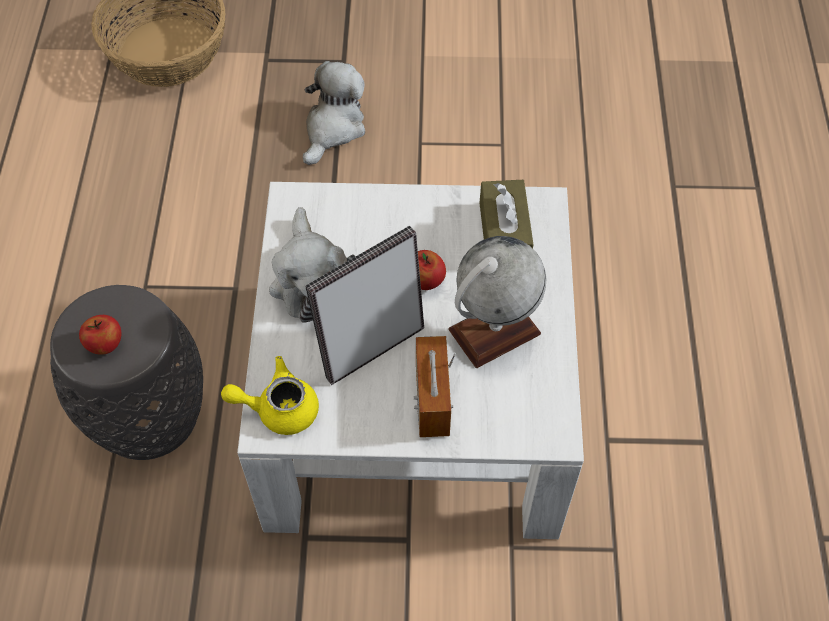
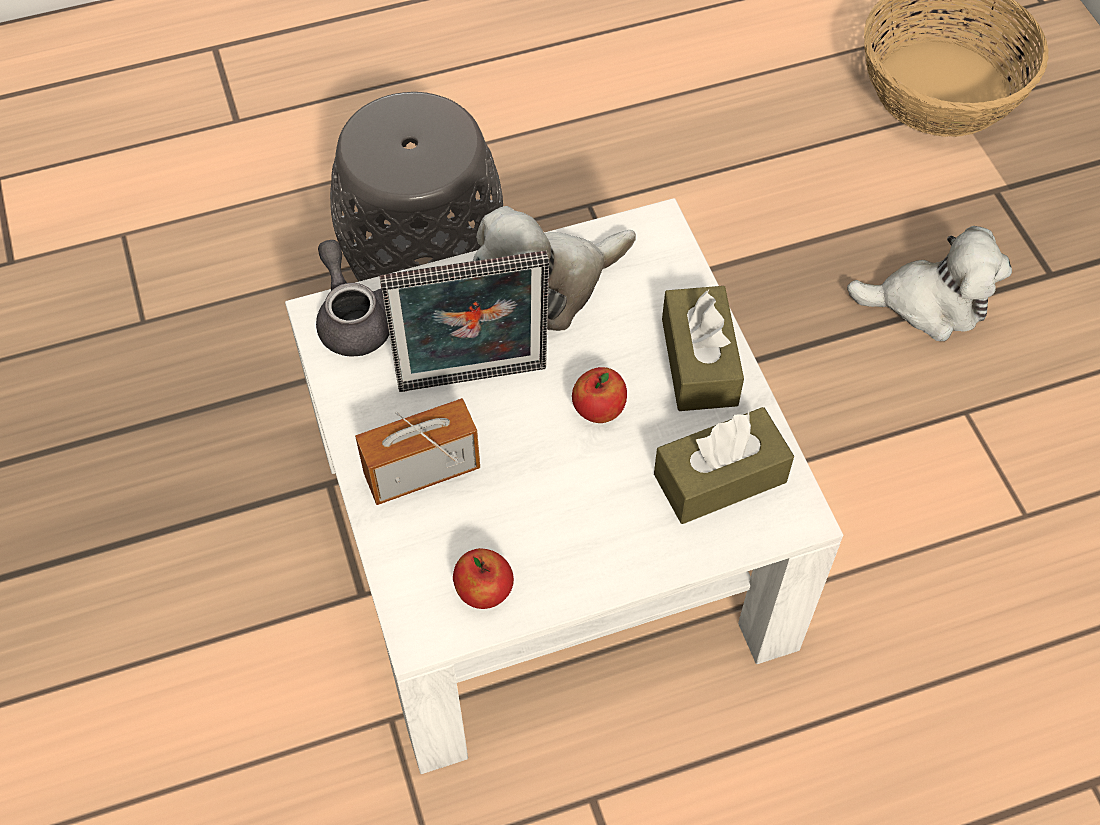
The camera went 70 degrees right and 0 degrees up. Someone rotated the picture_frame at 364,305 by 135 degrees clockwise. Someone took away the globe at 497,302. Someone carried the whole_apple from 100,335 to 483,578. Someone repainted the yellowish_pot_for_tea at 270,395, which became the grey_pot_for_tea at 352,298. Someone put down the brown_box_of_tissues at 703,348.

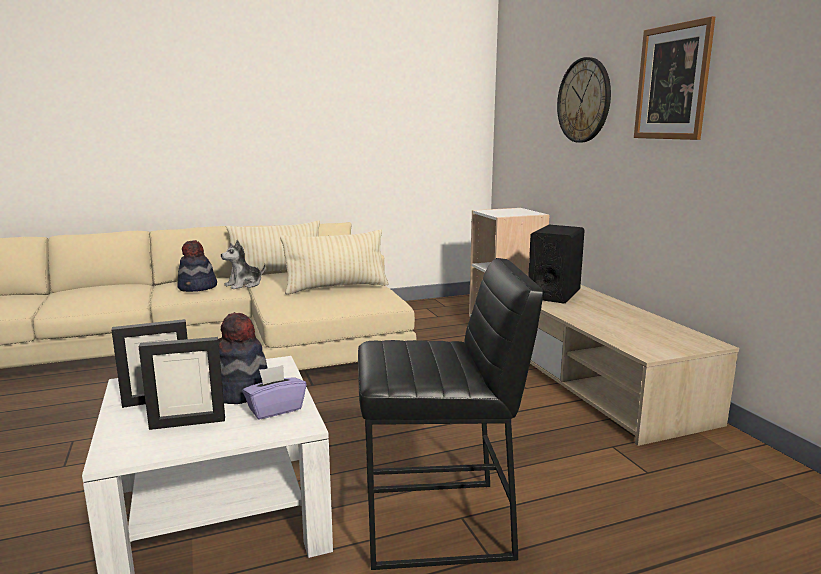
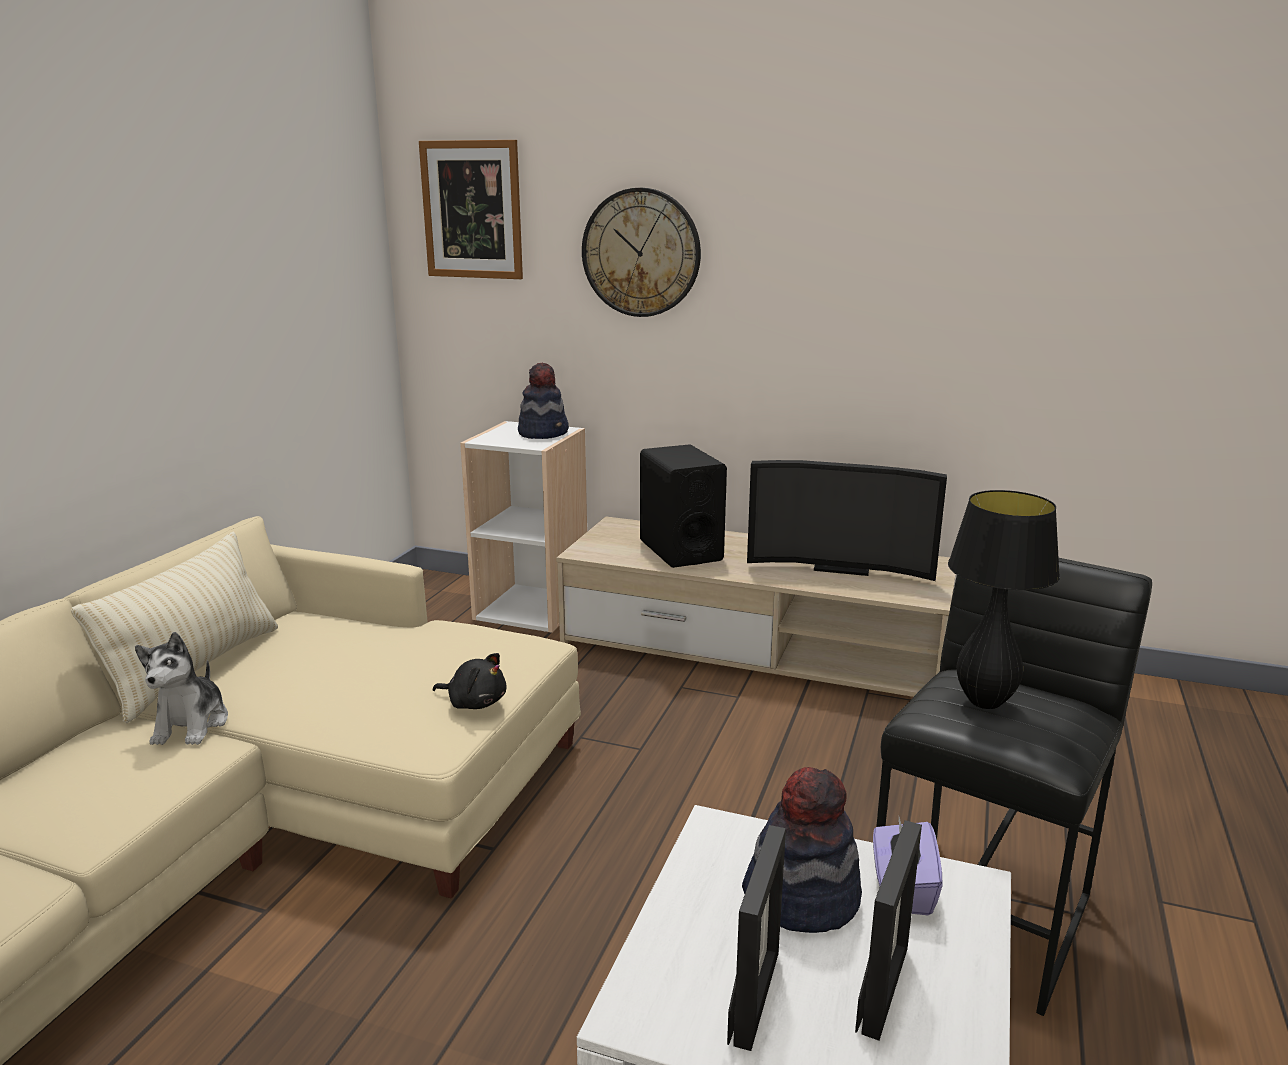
The camera went 50 degrees left and 5 degrees up. Someone carried the picture from 674,78 to 471,209. Someone took away the beige-coloured_throw_pillow at 334,262. Someone carried the clothing_hat from 197,266 to 543,400. Someone put down the TV at 847,520. Someone put down the black-coloured_lamp_for_a_table at 1004,599. Someone put down the black-coloured_cuddly_toy at 469,681.

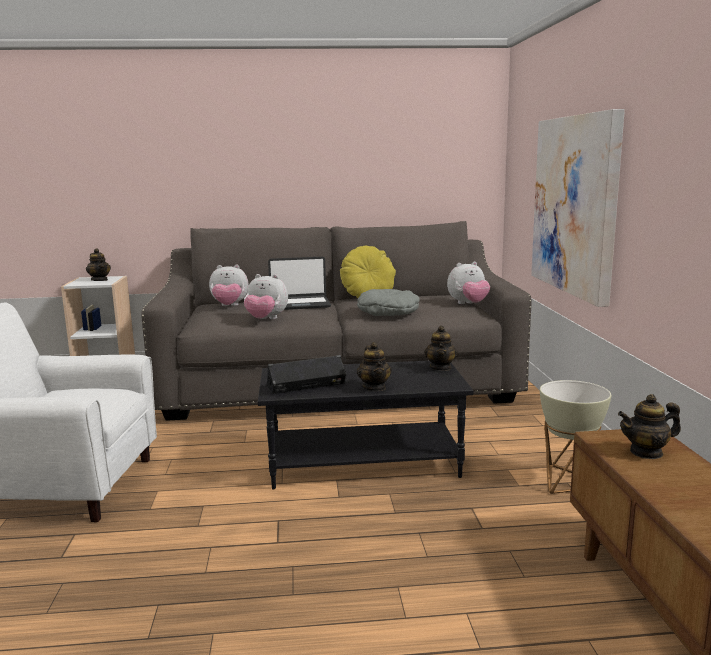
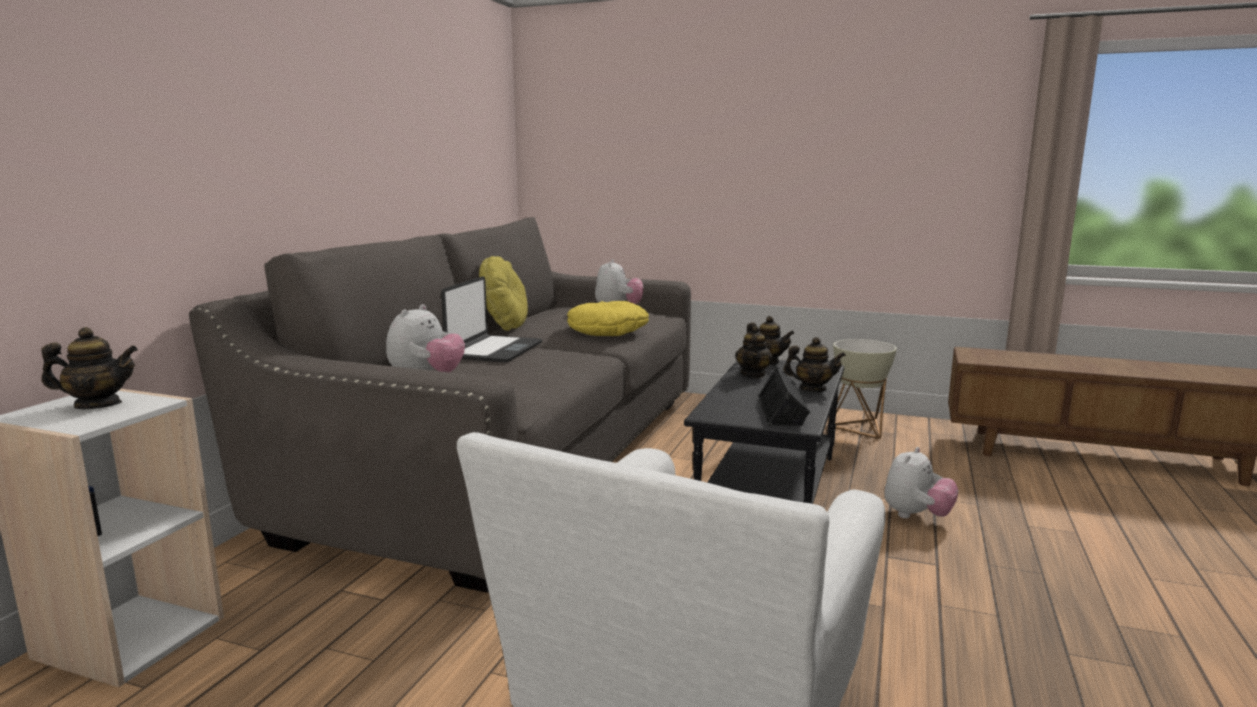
The camera went 65 degrees left and 0 degrees up. Someone took away the picture at 578,208. Someone carried the cuddly_toy from 266,296 to 921,482. Someone repainted the grey_throw_pillow at 388,302, which became the yellowish_throw_pillow at 608,318. Someone carried the pot_for_tea from 649,426 to 754,352.

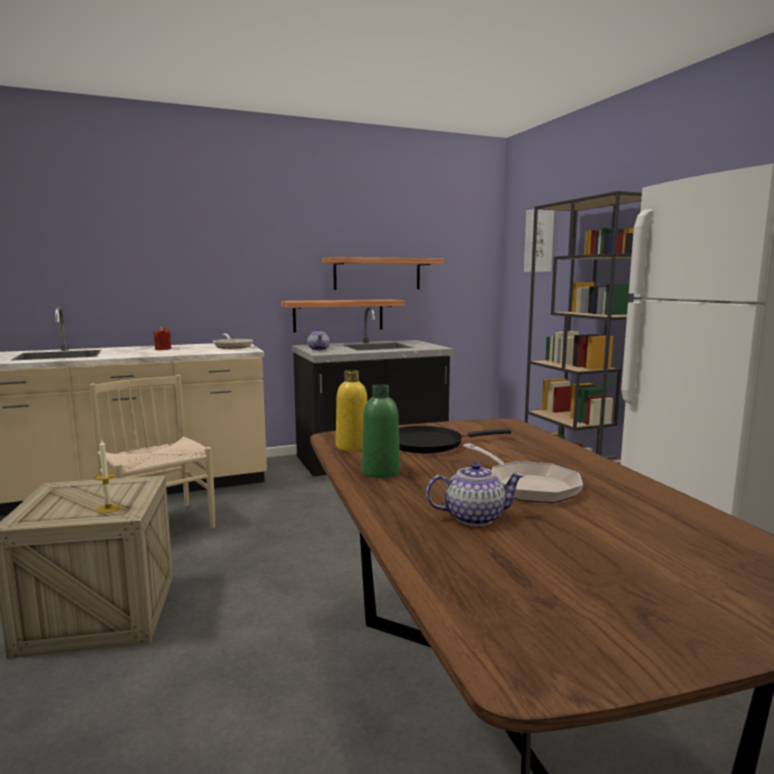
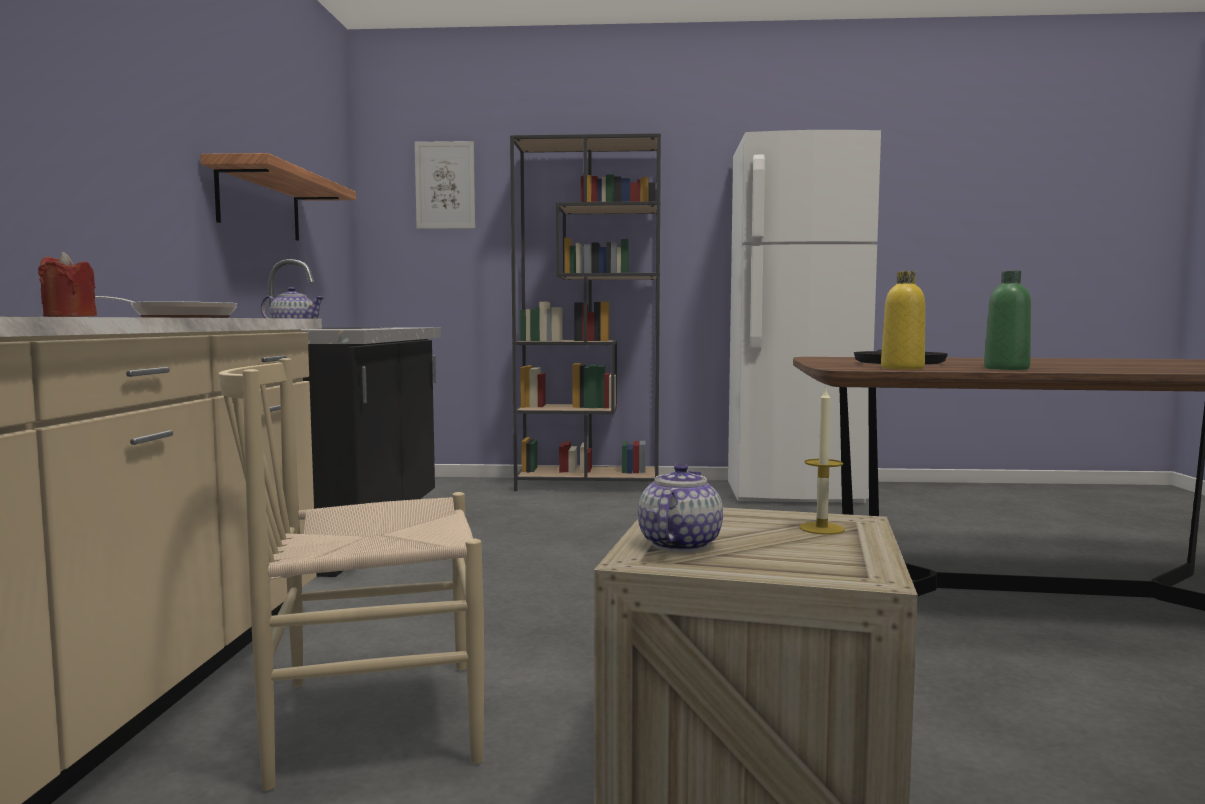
The camera went 65 degrees left and 5 degrees down. Someone took away the bracket_shelf at 343,316. Someone took away the skillet at 523,473. Someone carried the pot_for_tea from 475,494 to 680,507.

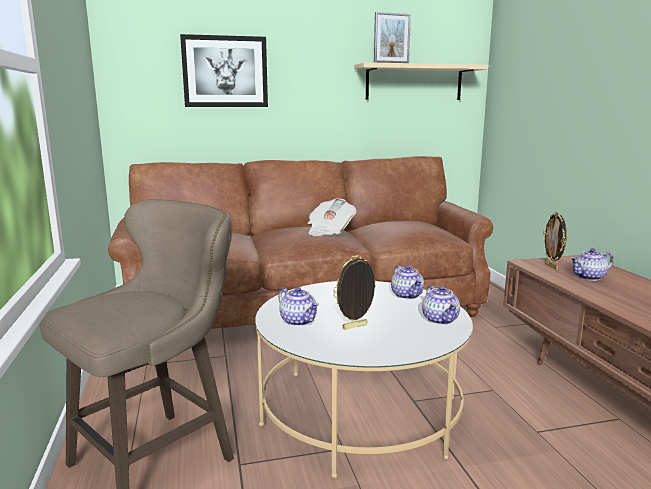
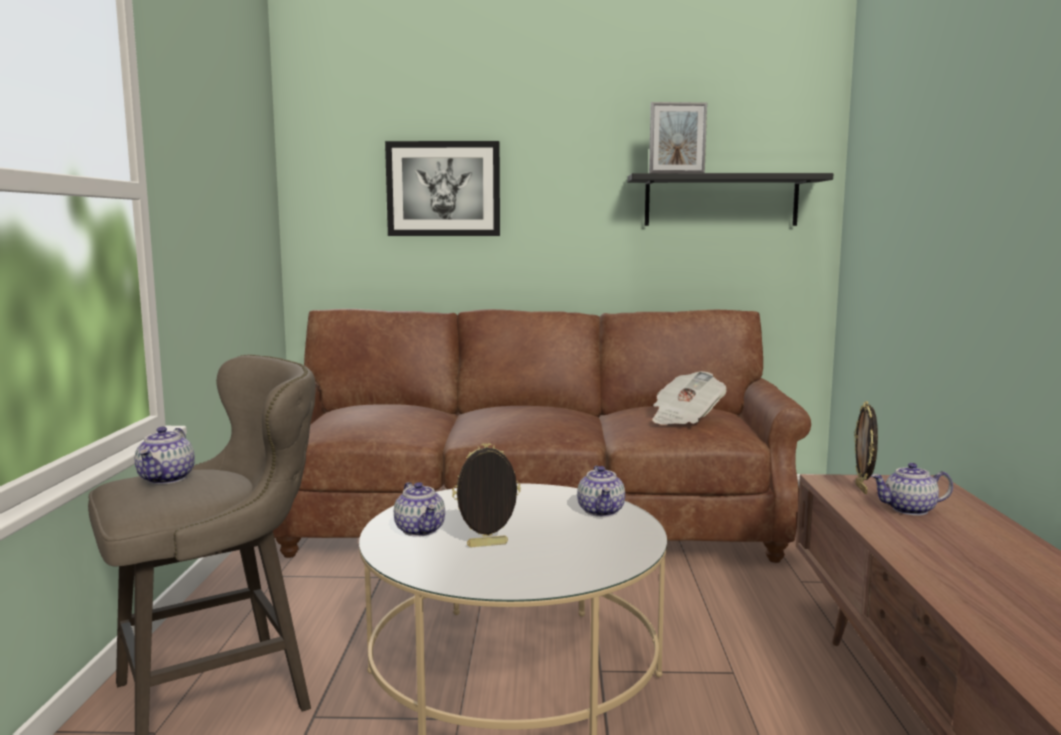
The camera went 15 degrees right and 5 degrees down. Someone repainted the beige-coloured_bracket_shelf at 421,81, which became the black-coloured_bracket_shelf at 730,199. Someone carried the printed_paper from 332,217 to 689,398. Someone carried the pot_for_tea from 441,305 to 165,455.

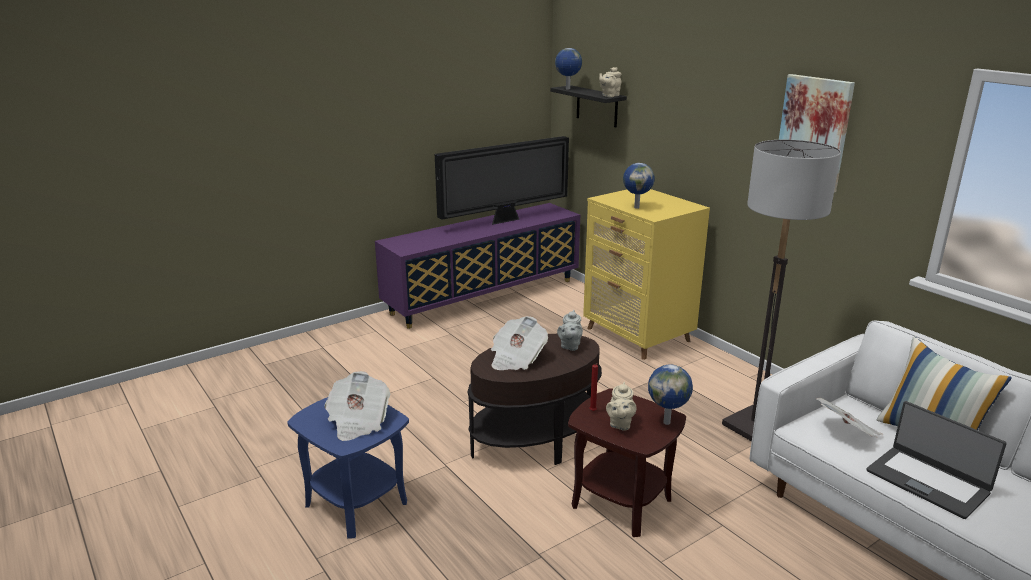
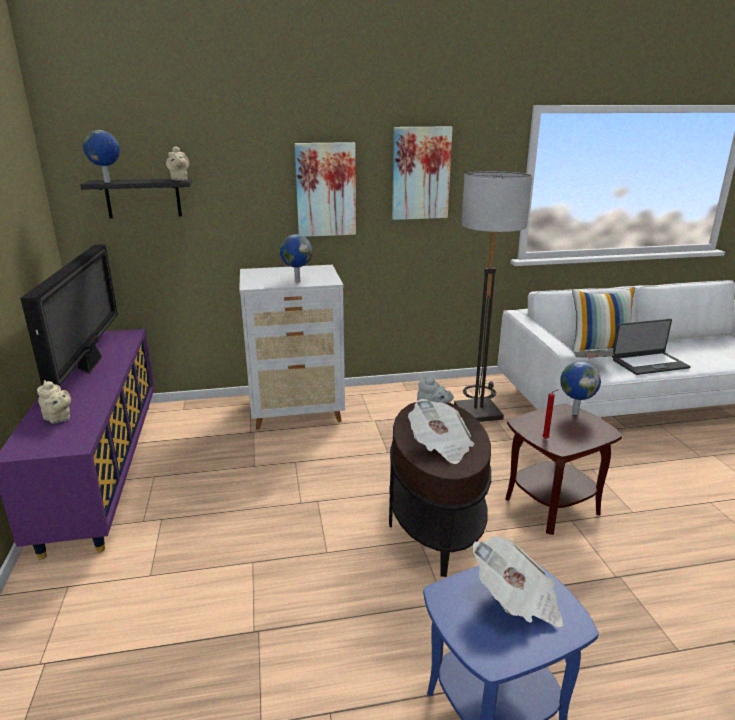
The camera went 65 degrees left and 0 degrees up. Someone repainted the yellowish_chest_of_drawers at 646,274, which became the white-coloured_chest_of_drawers at 292,347. Someone carried the beige-coloured_pot_for_tea from 621,406 to 54,402. Someone put up the picture at 325,189.

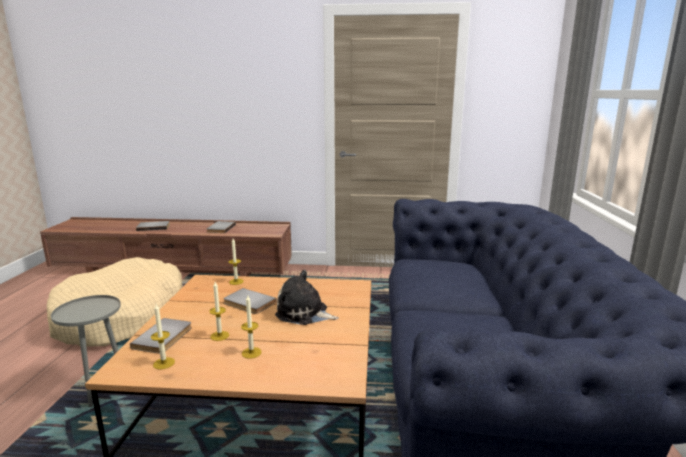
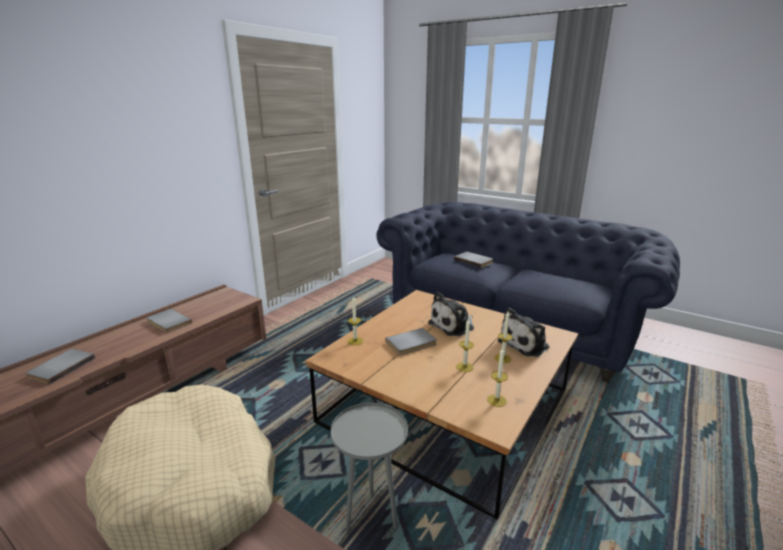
The camera went 60 degrees left and 5 degrees up. Someone carried the grey_volume from 161,336 to 473,260. Someone put down the cuddly_toy at 523,332.

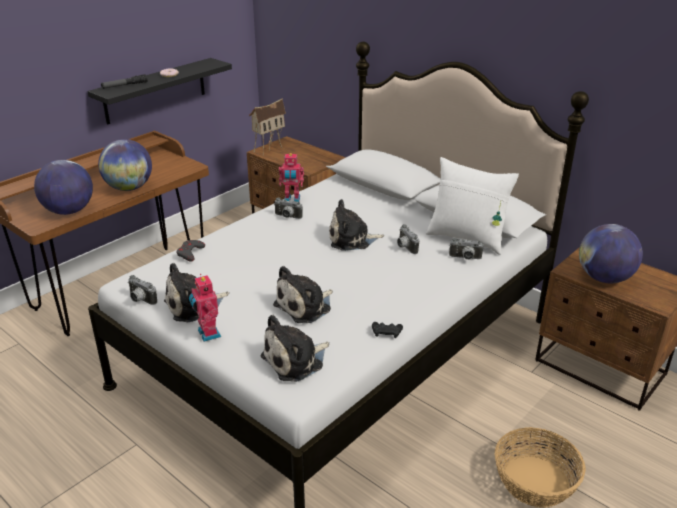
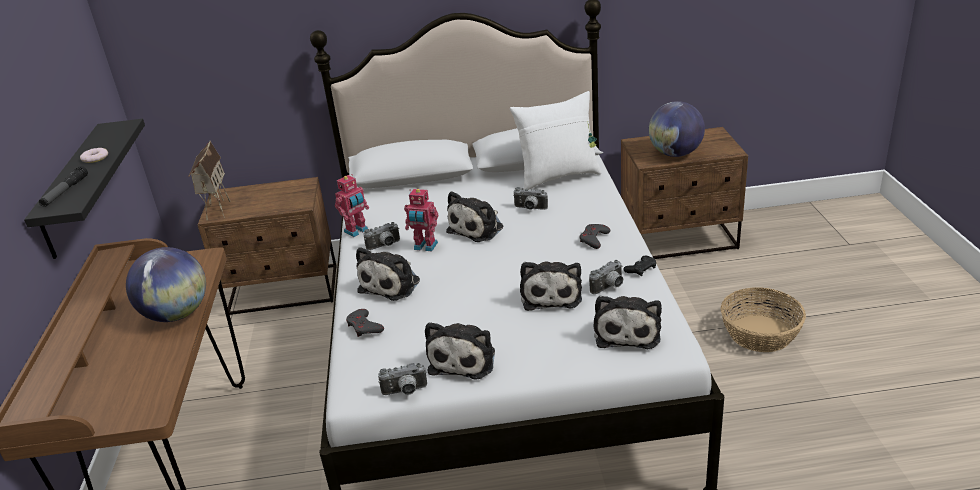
The camera went 45 degrees left and 0 degrees up. Someone took away the globe at 63,187. Someone carried the photo_camera from 466,249 to 606,277. Someone carried the model_robot from 205,308 to 421,220. Someone put down the grey_gamepad at 595,236. Someone put down the cuddly_toy at 388,274.

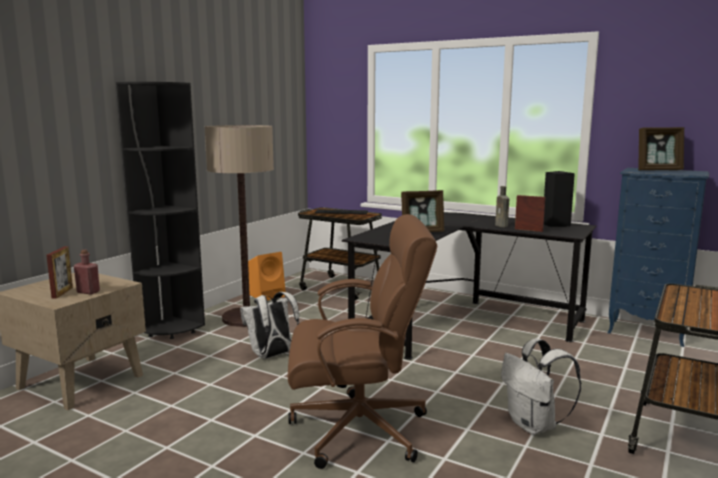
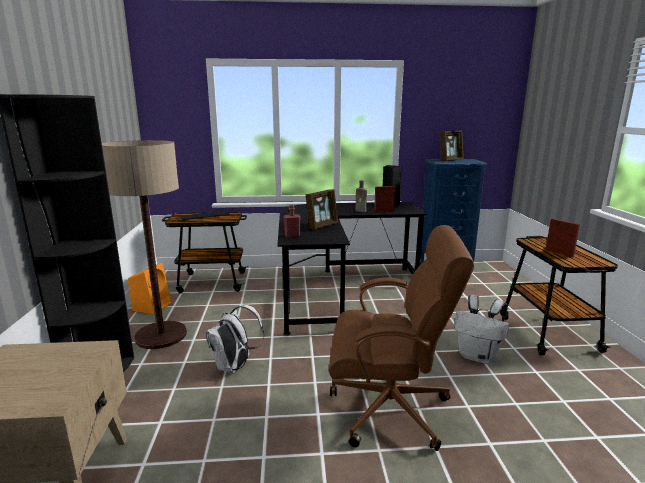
The camera went 35 degrees left and 5 degrees up. Someone rotated the brown_office_chair at 362,341 by 45 degrees clockwise. Someone carried the picture_frame from 59,273 to 562,238. Someone carried the red_bottle from 87,272 to 291,221.

